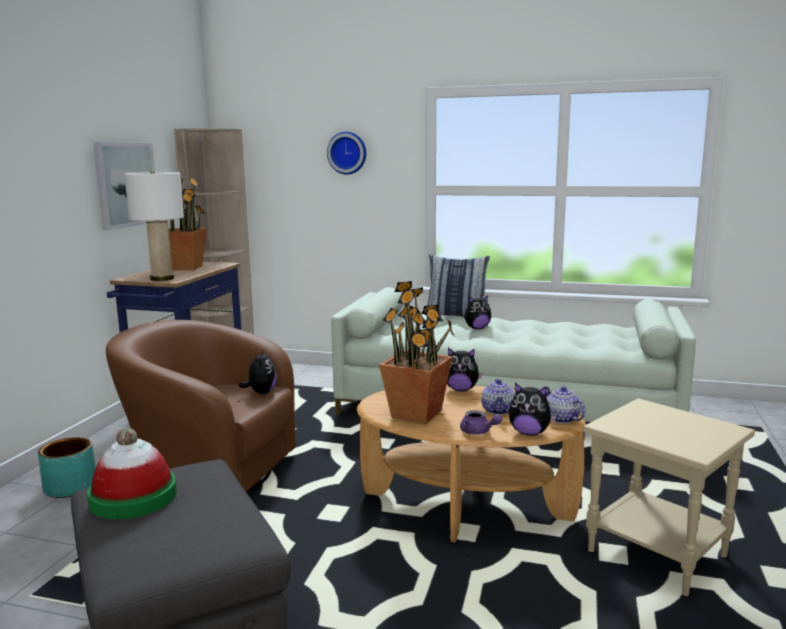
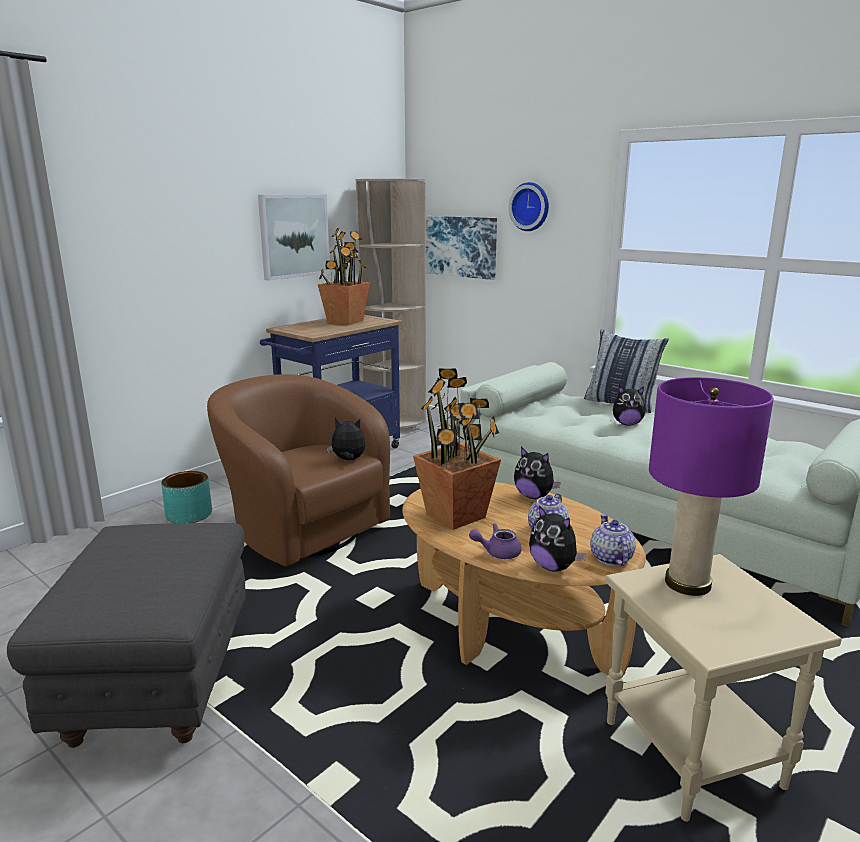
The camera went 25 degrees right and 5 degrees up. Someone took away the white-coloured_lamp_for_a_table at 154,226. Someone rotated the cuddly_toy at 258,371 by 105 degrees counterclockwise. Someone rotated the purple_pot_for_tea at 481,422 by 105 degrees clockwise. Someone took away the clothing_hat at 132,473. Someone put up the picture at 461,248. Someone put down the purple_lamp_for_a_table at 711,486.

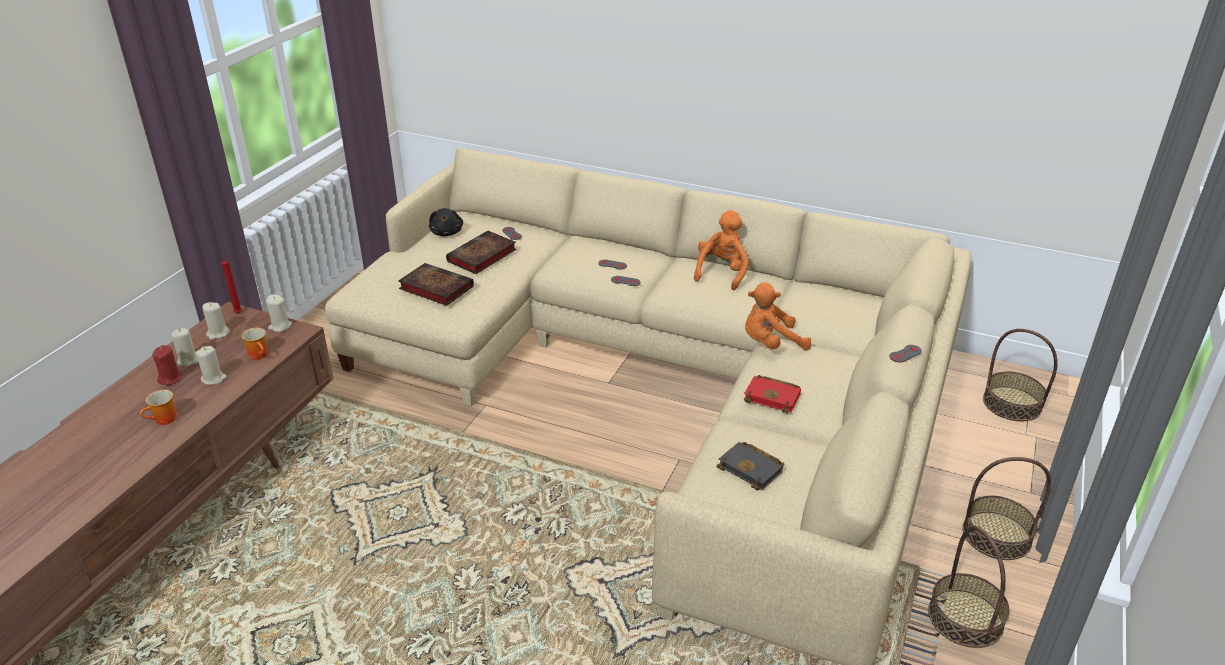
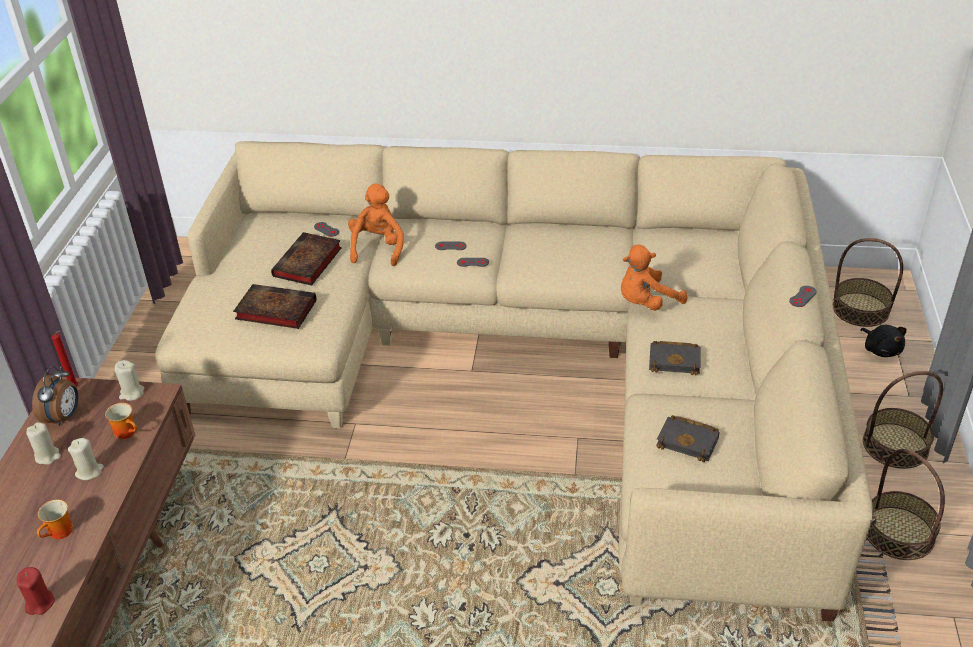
The camera went 15 degrees left and 5 degrees up. Someone carried the black-coloured_cuddly_toy from 446,222 to 883,341. Someone carried the orange_cuddly_toy from 721,250 to 376,225. Someone swapped the beige-coloured_wax_light at 216,321 for the table_clock at 55,396. Someone carried the red_wax_light from 167,365 to 36,591. Someone repainted the red_volume at 772,394, which became the black-coloured_volume at 675,358.

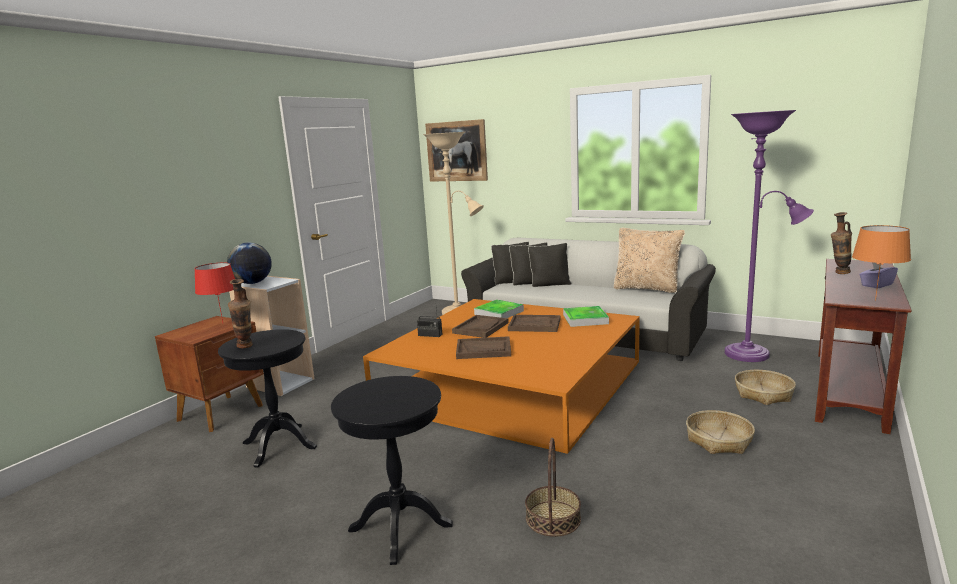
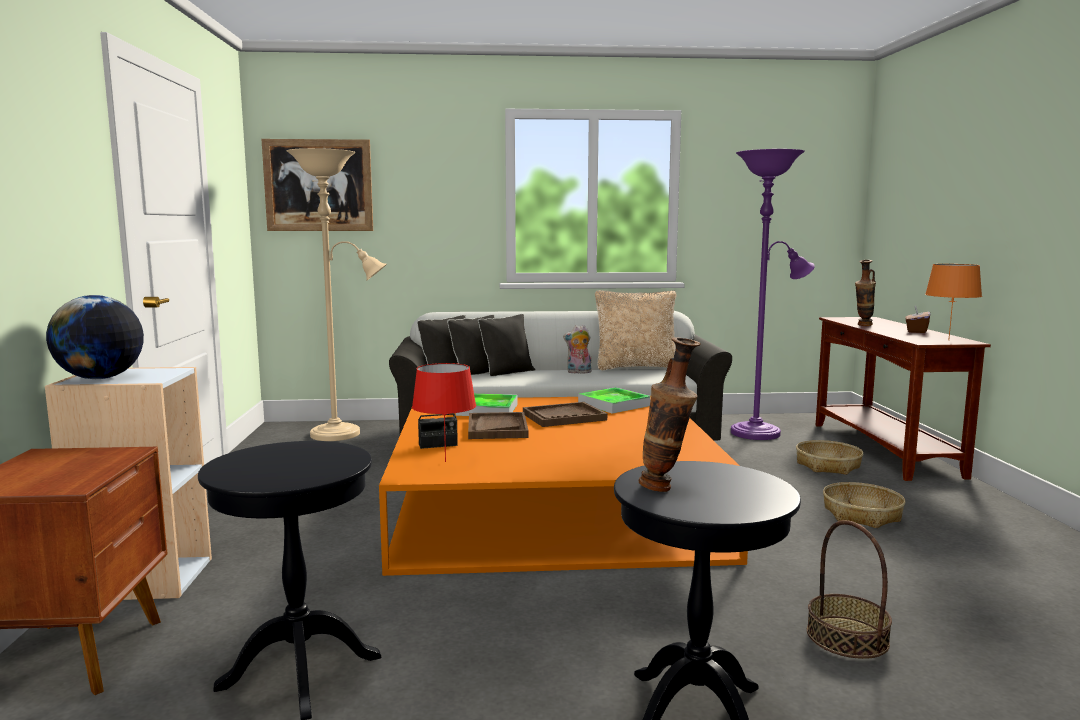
The camera went 35 degrees left and 5 degrees down. Someone carried the red_lamp_for_a_table from 214,292 to 444,412. Someone repainted the purple_box_of_tissues at 878,275, which became the brown_box_of_tissues at 918,319. Someone carried the flower_vase from 240,313 to 669,415. Someone took away the brown_serving_tray at 483,347. Someone put down the cuddly_toy at 577,349.

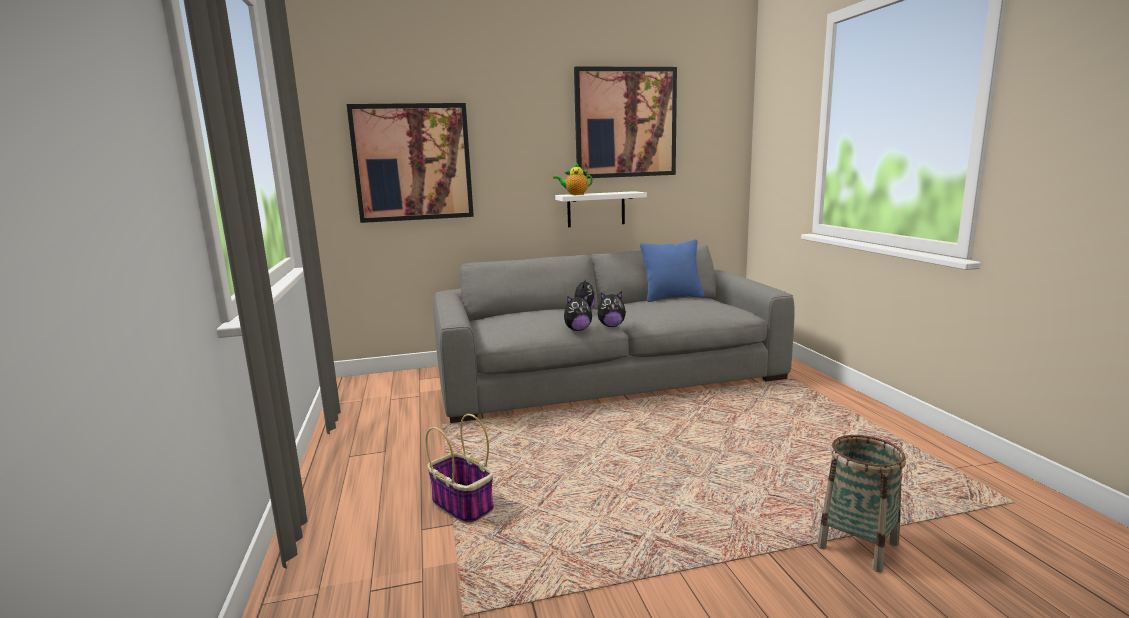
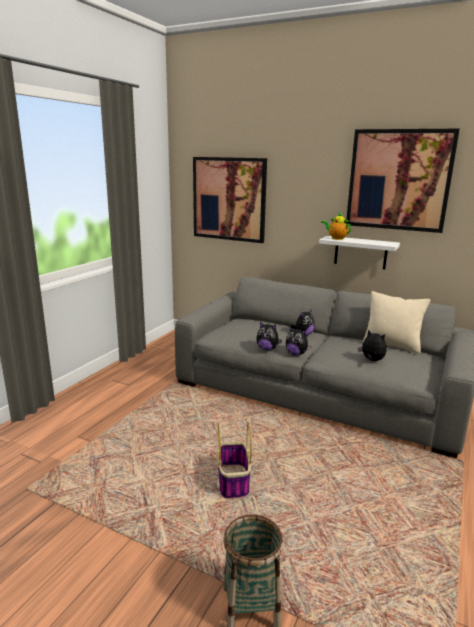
The camera went 40 degrees right and 5 degrees up. Someone repainted the blue_throw_pillow at 672,270, which became the beige-coloured_throw_pillow at 396,322. Someone carried the basket from 460,469 to 234,460. Someone put down the cuddly_toy at 372,345.

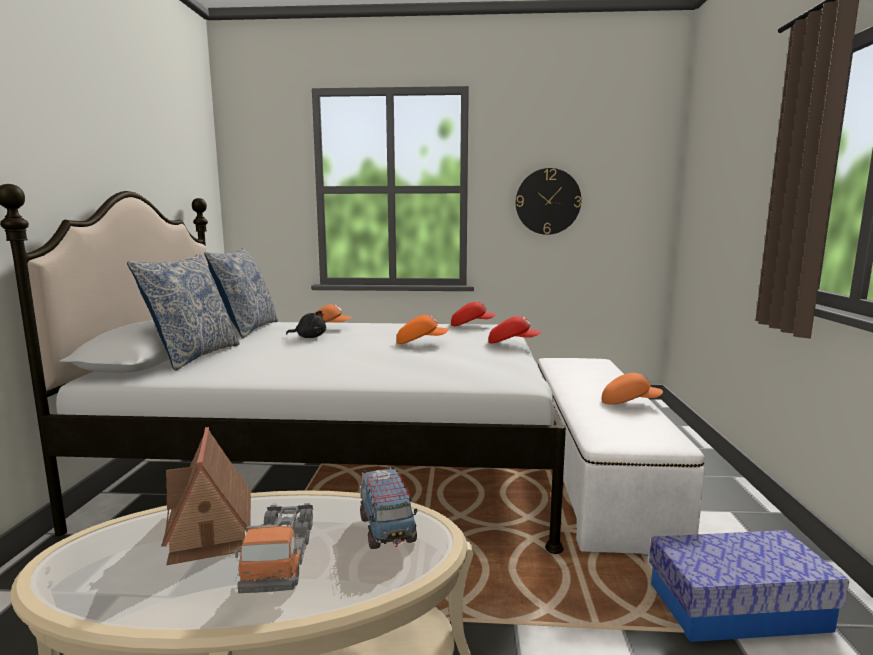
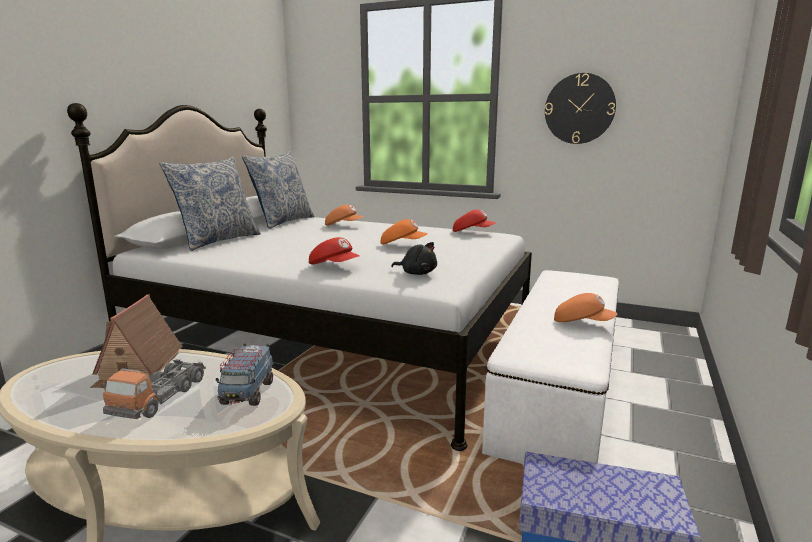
The camera went 20 degrees right and 5 degrees up. Someone carried the black-coloured_cuddly_toy from 306,324 to 414,258. Someone carried the red_peaked_cap from 514,330 to 334,250.

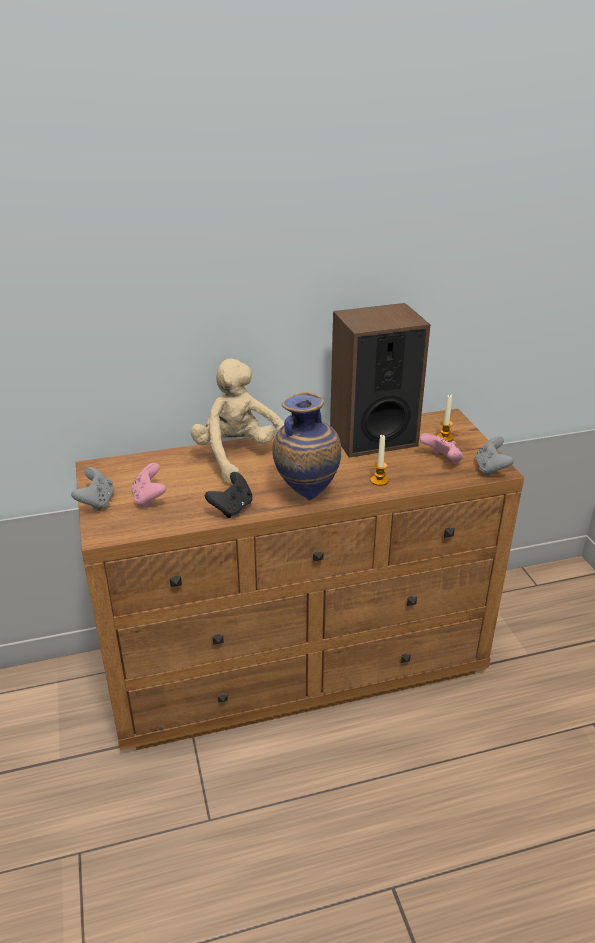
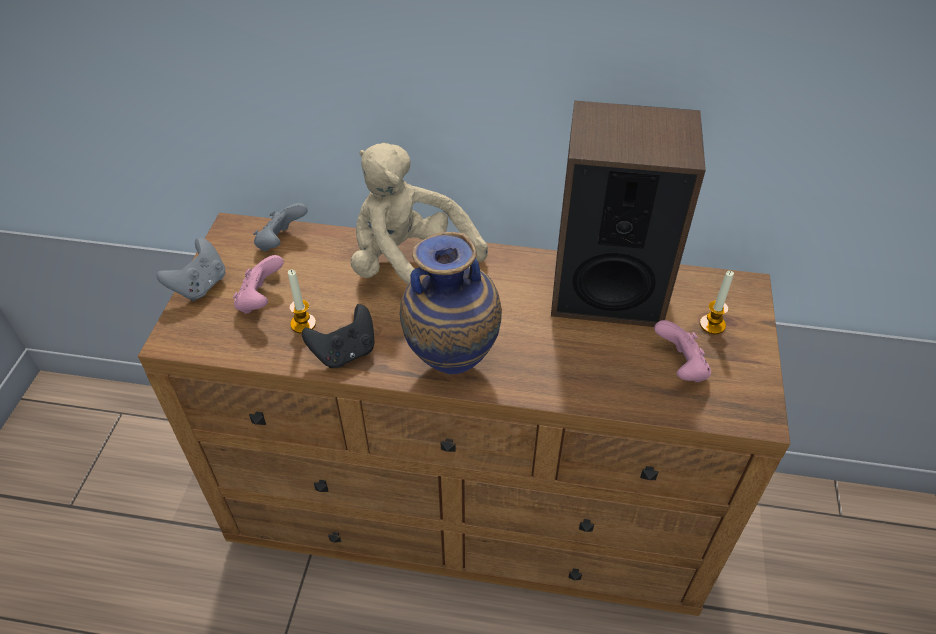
The camera went 25 degrees right and 15 degrees up. Someone rotated the beige-coloured_cuddly_toy at 237,420 by 60 degrees counterclockwise. Someone carried the wax_light from 379,460 to 302,301. Someone carried the grey_gamepad from 494,456 to 280,227.

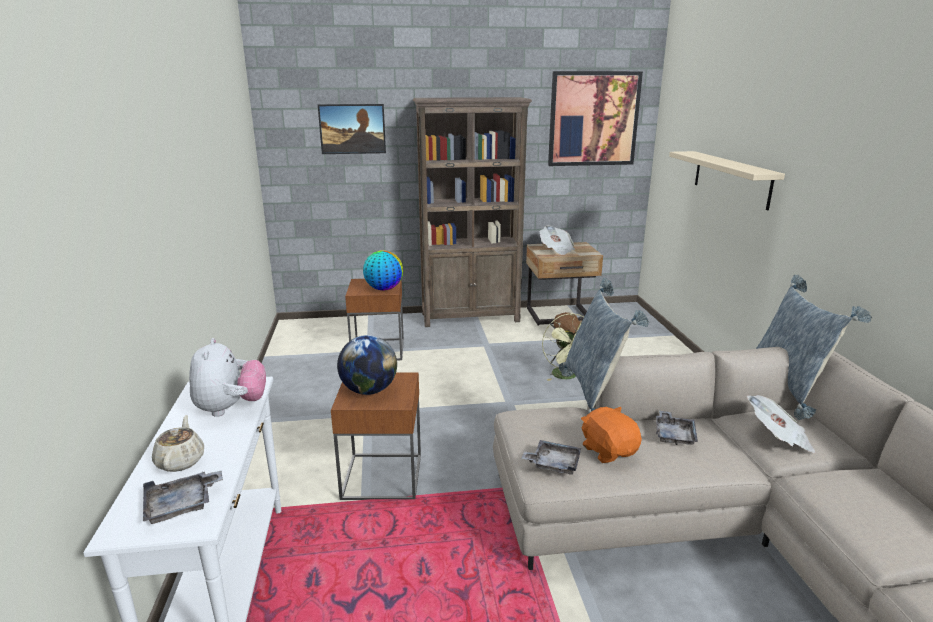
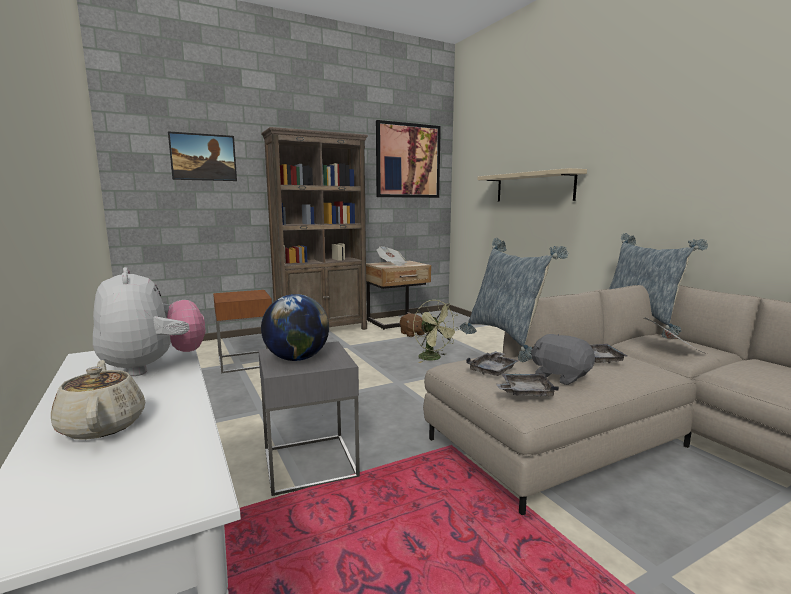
The camera went 20 degrees left and 10 degrees down. Someone took away the globe at 383,270. Someone repainted the brown_side_table at 376,436, which became the grey_side_table at 309,418. Someone repainted the orange_cuddly_toy at 611,435, which became the grey_cuddly_toy at 563,359. Someone carried the grey_serving_tray from 183,497 to 492,363.

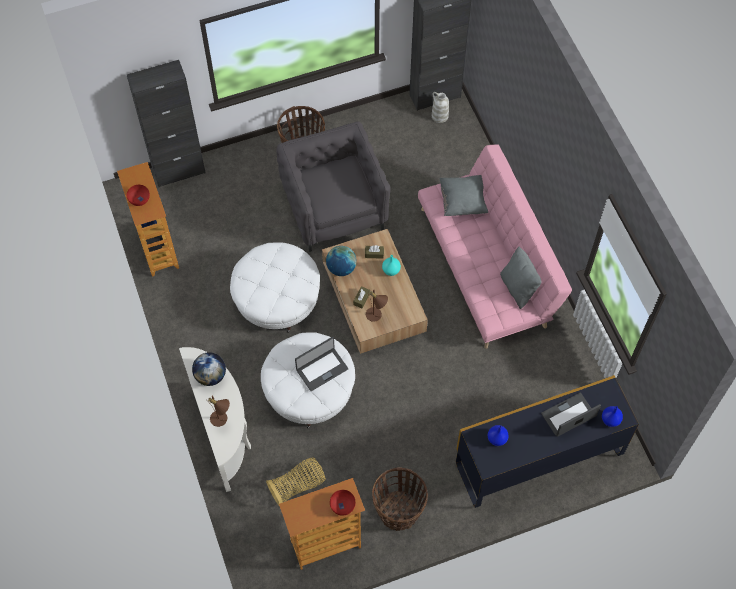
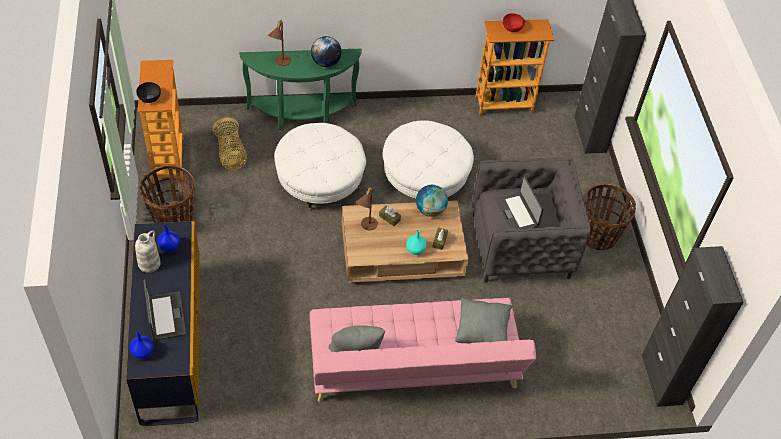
The camera went 100 degrees right and 10 degrees down. Someone carried the white-coloured_flower_vase from 440,107 to 148,252. Someone carried the laptop from 321,364 to 519,202. Someone repainted the white-coloured_console_table at 215,419, which became the greenish_console_table at 300,90. Someone repainted the red_deep_dish at 343,503, which became the black-coloured_deep_dish at 148,92.

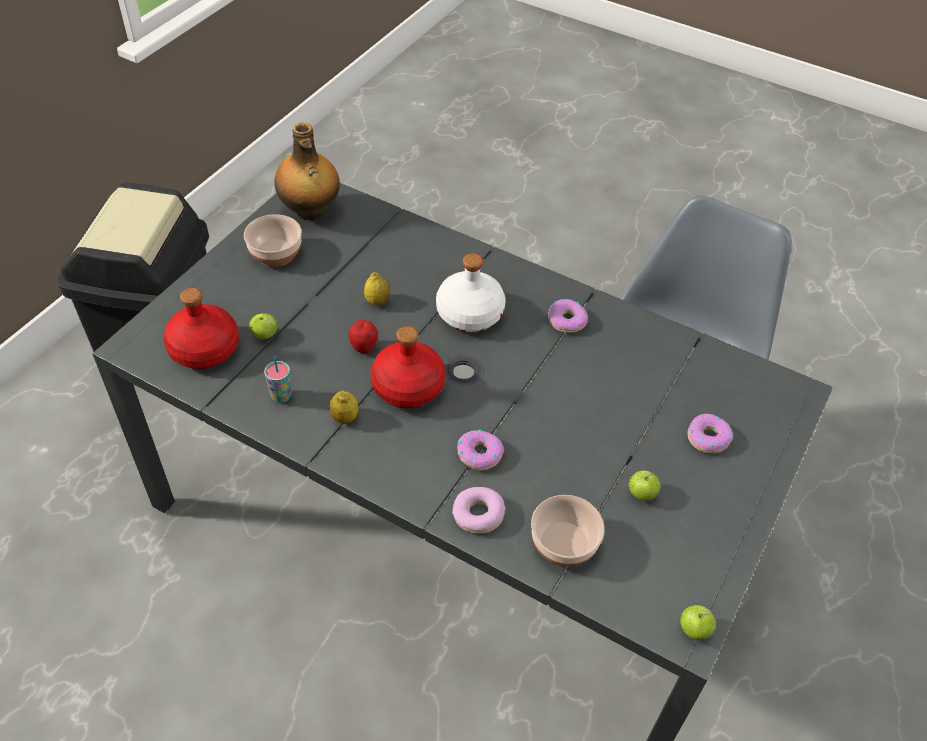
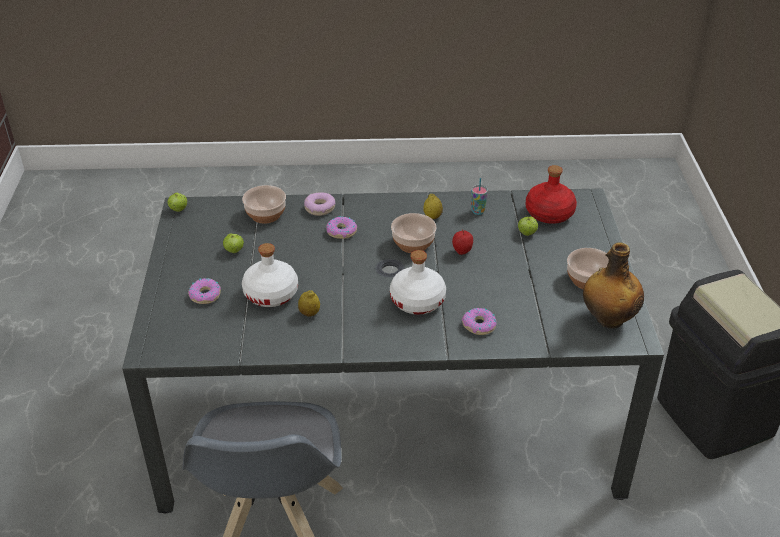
The camera went 150 degrees right and 10 degrees down. Someone carried the lemon from 377,289 to 309,303. Someone carried the ring_doughnut from 568,316 to 479,321. Someone swapped the red_bottle at 407,367 for the deep_dish at 413,233. Someone put down the white-coloured_bottle at 270,275.

